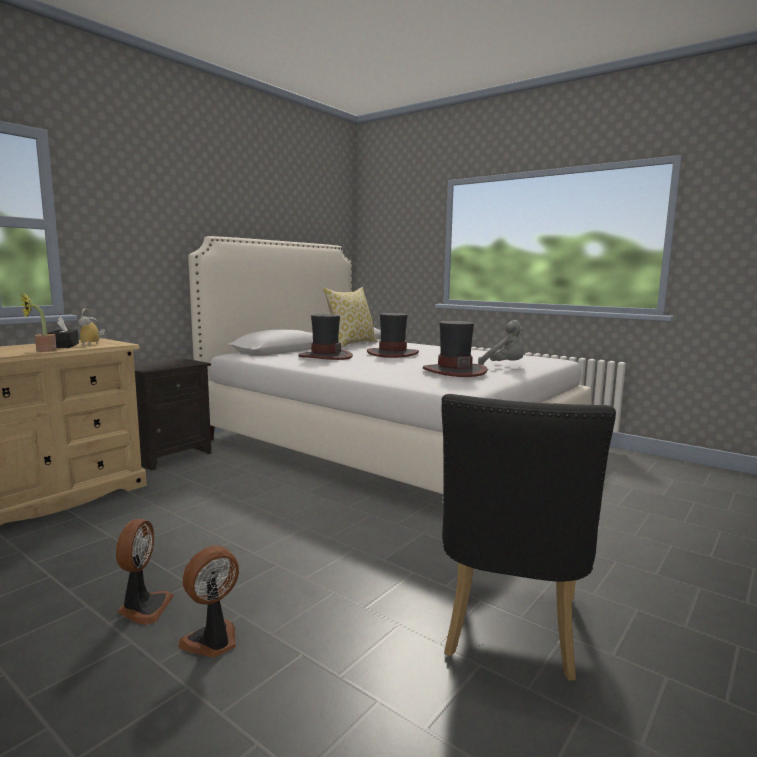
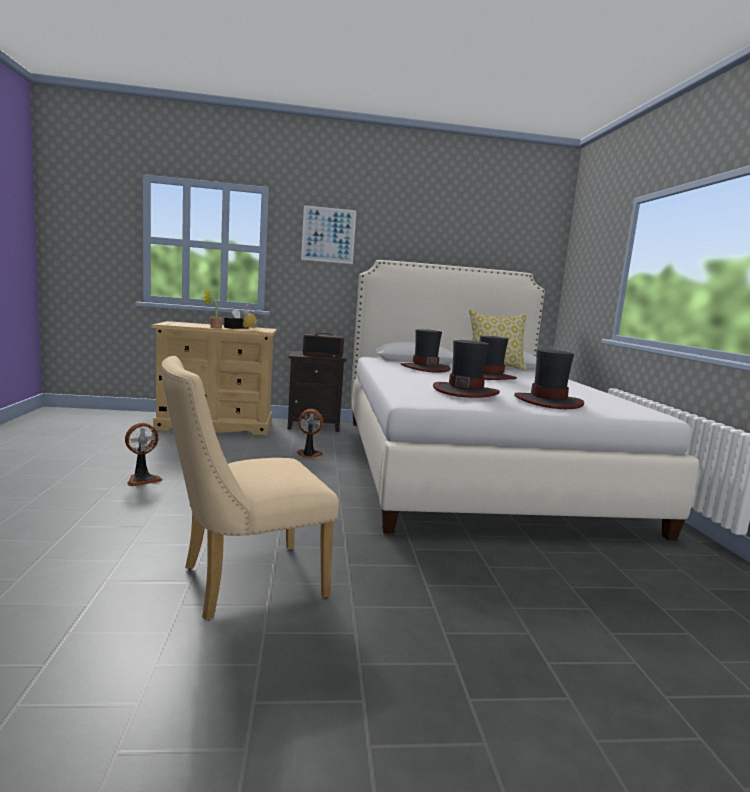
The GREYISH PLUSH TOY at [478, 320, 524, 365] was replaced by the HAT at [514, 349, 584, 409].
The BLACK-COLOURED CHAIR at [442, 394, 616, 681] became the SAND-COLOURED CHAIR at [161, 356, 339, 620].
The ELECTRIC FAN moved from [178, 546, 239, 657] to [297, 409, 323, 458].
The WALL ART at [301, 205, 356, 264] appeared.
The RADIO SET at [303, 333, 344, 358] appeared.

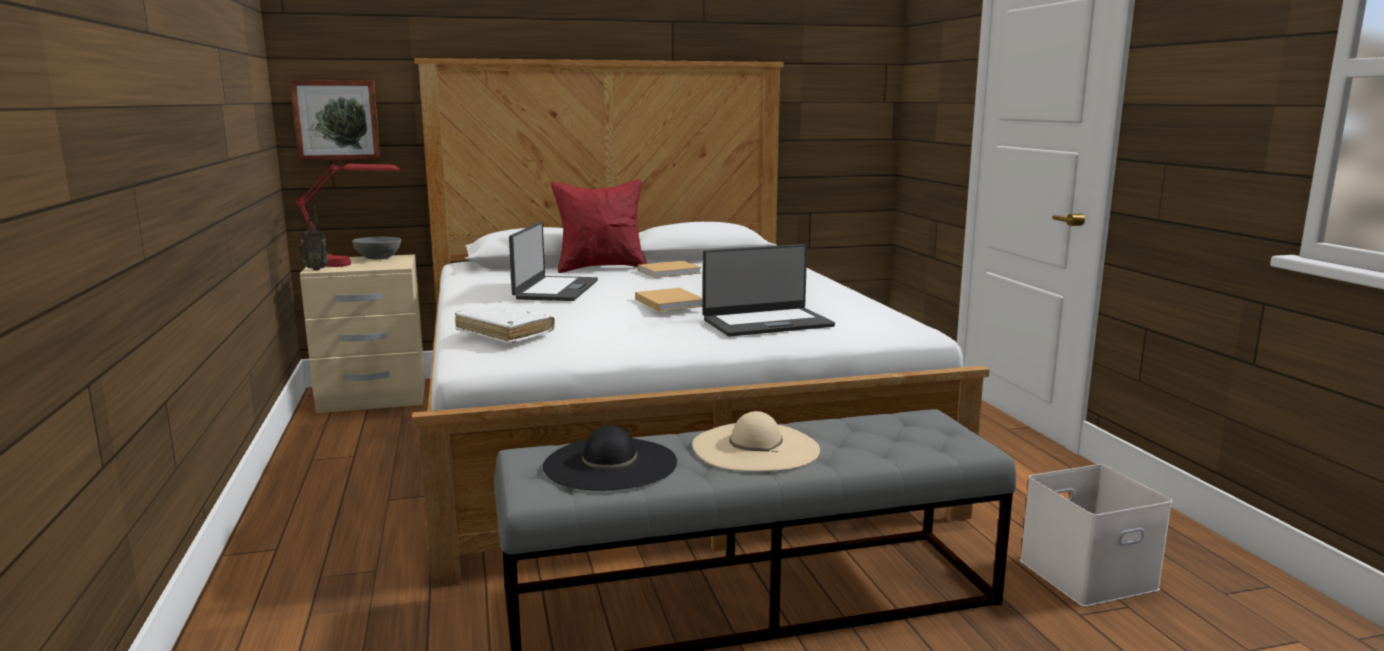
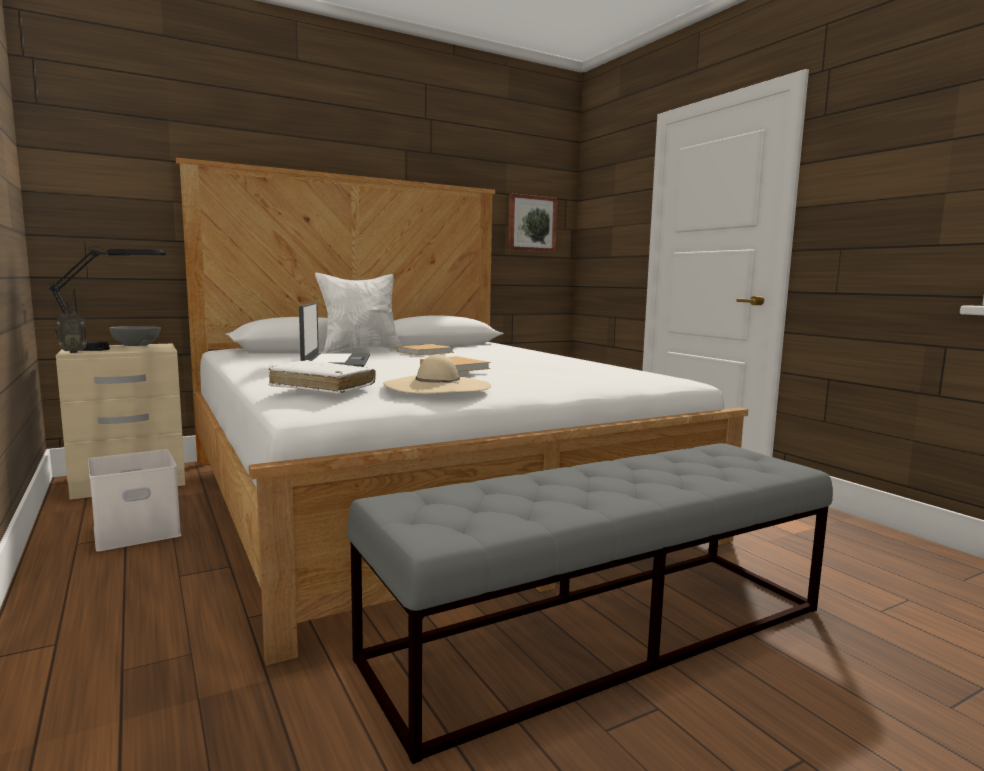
The WALL ART moved from [290, 80, 380, 160] to [508, 193, 557, 252].
The RED-COLOURED TABLETOP LAMP at [296, 161, 401, 267] became the BLACK-COLOURED TABLETOP LAMP at [48, 247, 168, 351].
The RED-COLOURED THROW PILLOW at [551, 179, 648, 273] became the WHITE-COLOURED THROW PILLOW at [315, 272, 402, 353].
The PORTABLE COMPUTER at [702, 244, 835, 337] disappeared.
The SAND-COLOURED HAT moved from [692, 411, 820, 471] to [383, 354, 491, 394].
The BLACK-COLOURED HAT at [543, 425, 677, 491] disappeared.
The WHITE-COLOURED STORAGE BIN moved from [1020, 464, 1172, 607] to [88, 449, 181, 552].

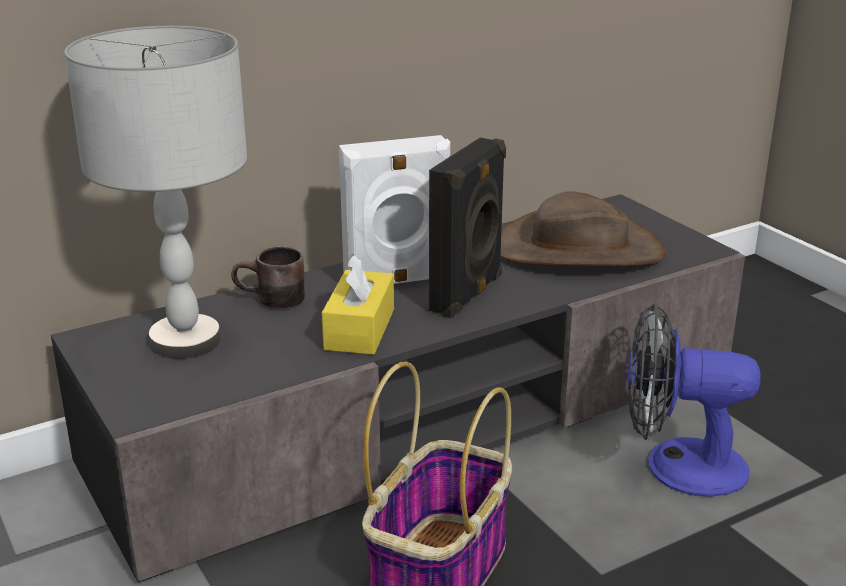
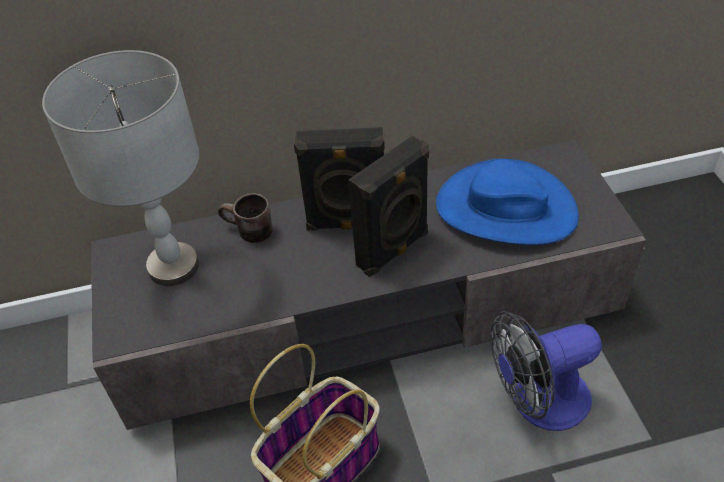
The WHITE-COLOURED LOUDSPEAKER at [339, 135, 450, 284] became the BLACK-COLOURED LOUDSPEAKER at [294, 127, 385, 231].
The BROWN HAT at [500, 191, 666, 266] became the BLUE HAT at [436, 159, 579, 245].
The YELLOW TISSUE HOLDER at [322, 253, 394, 355] disappeared.
The ELECTRIC FAN at [628, 304, 761, 497] turned 45 degrees counterclockwise.

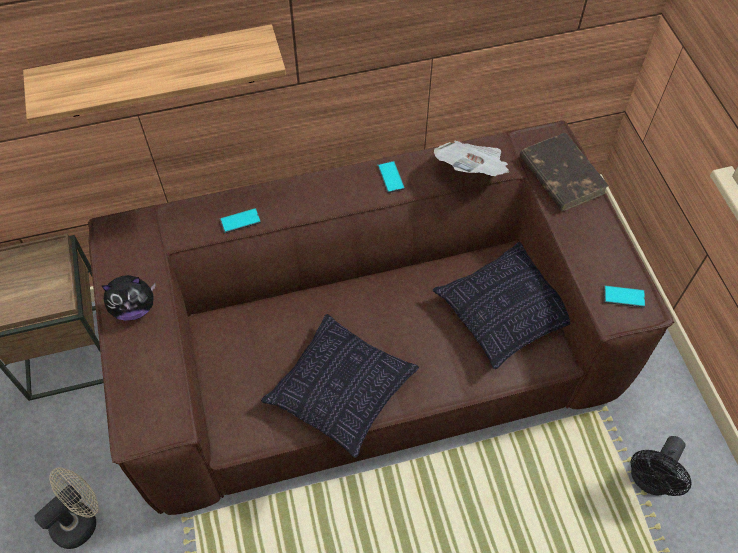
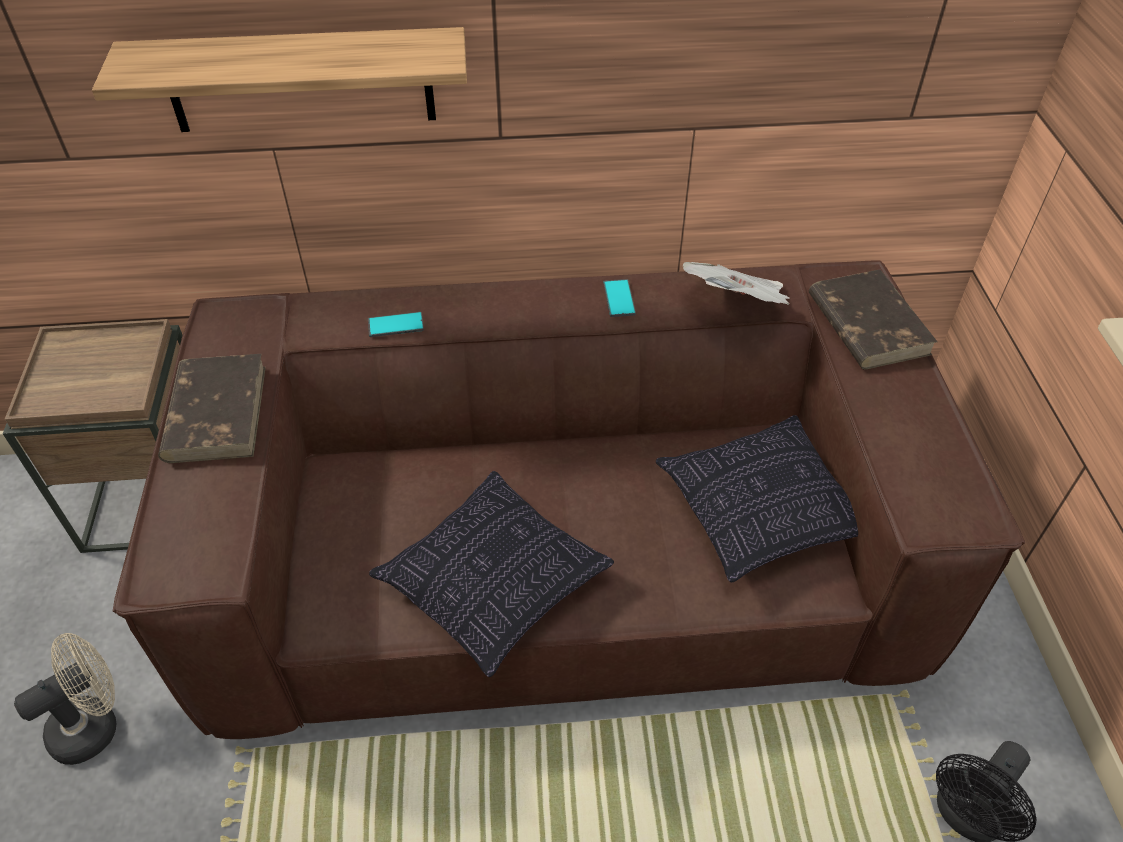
The PLUSH TOY at [102, 275, 156, 321] was replaced by the BROWN VOLUME at [158, 354, 266, 463].
The TELEPHONE at [604, 285, 645, 308] disappeared.

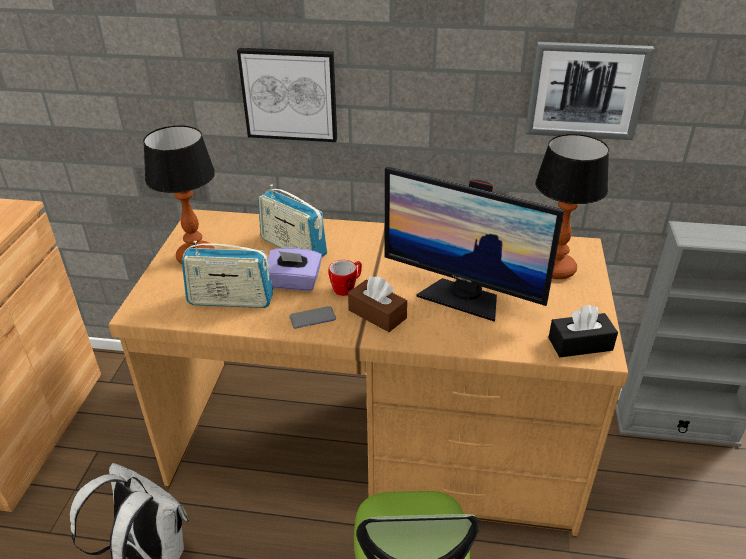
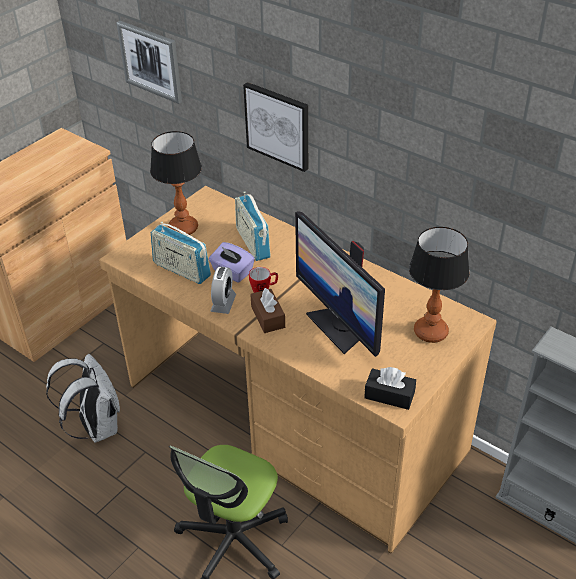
The WALL ART moved from [525, 42, 654, 140] to [116, 21, 182, 104].
The TELEPHONE at [289, 306, 336, 329] was replaced by the ALARM CLOCK at [210, 267, 236, 314].

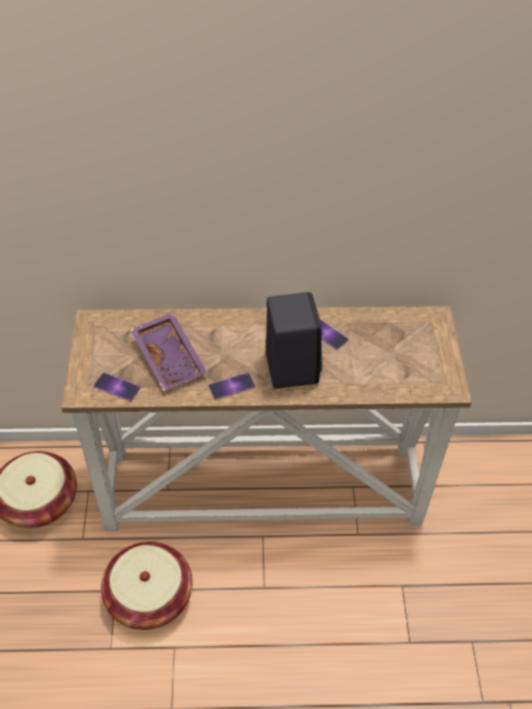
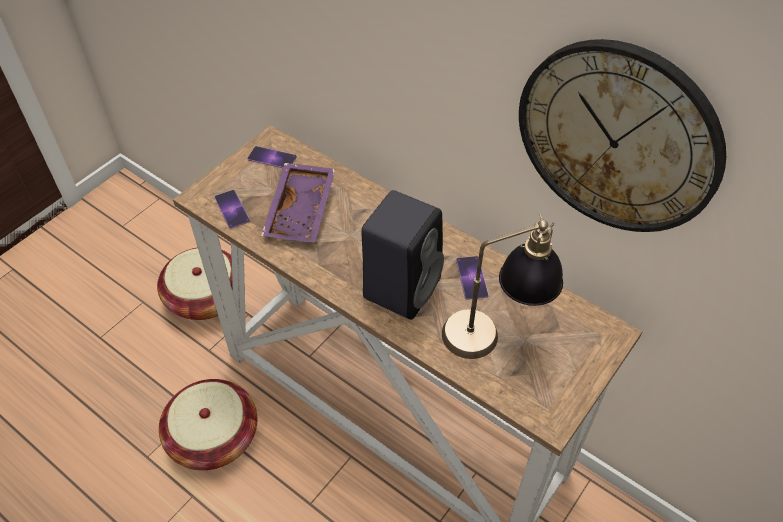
The TELEPHONE moved from [209, 373, 255, 400] to [247, 146, 297, 168].
The CLOCK ON THE WALL at [519, 39, 726, 232] appeared.
The TABLETOP LAMP at [442, 214, 563, 359] appeared.

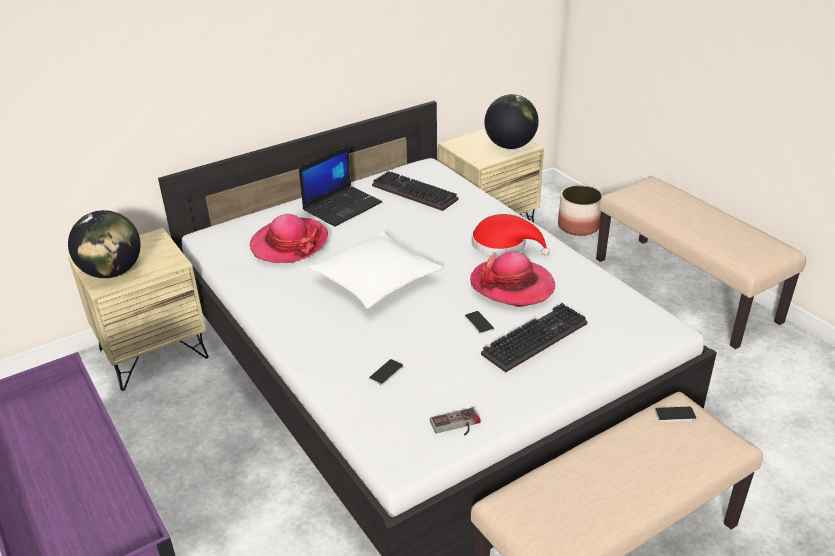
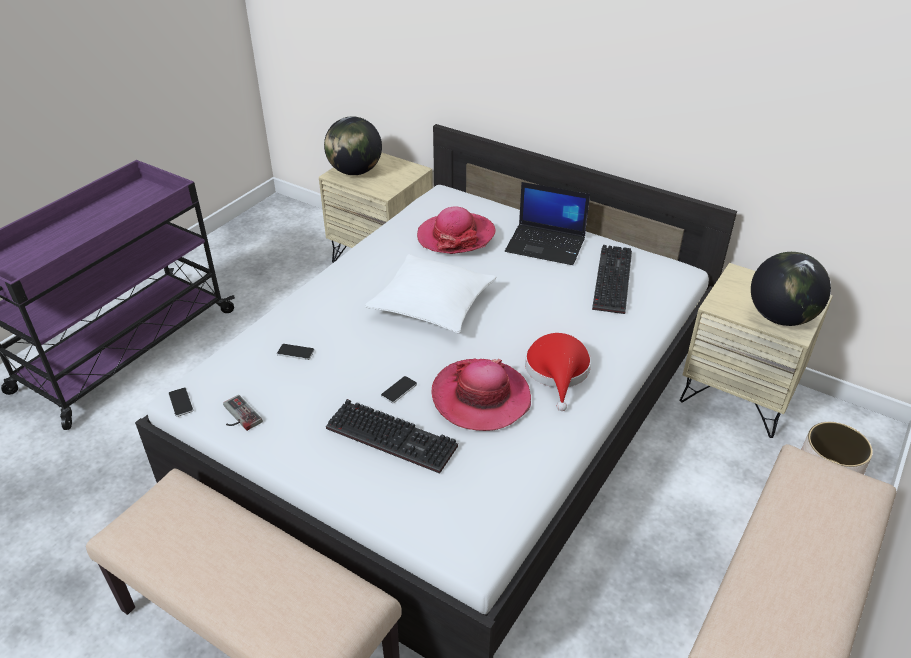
The TELEPHONE moved from [655, 407, 696, 422] to [168, 388, 193, 417].

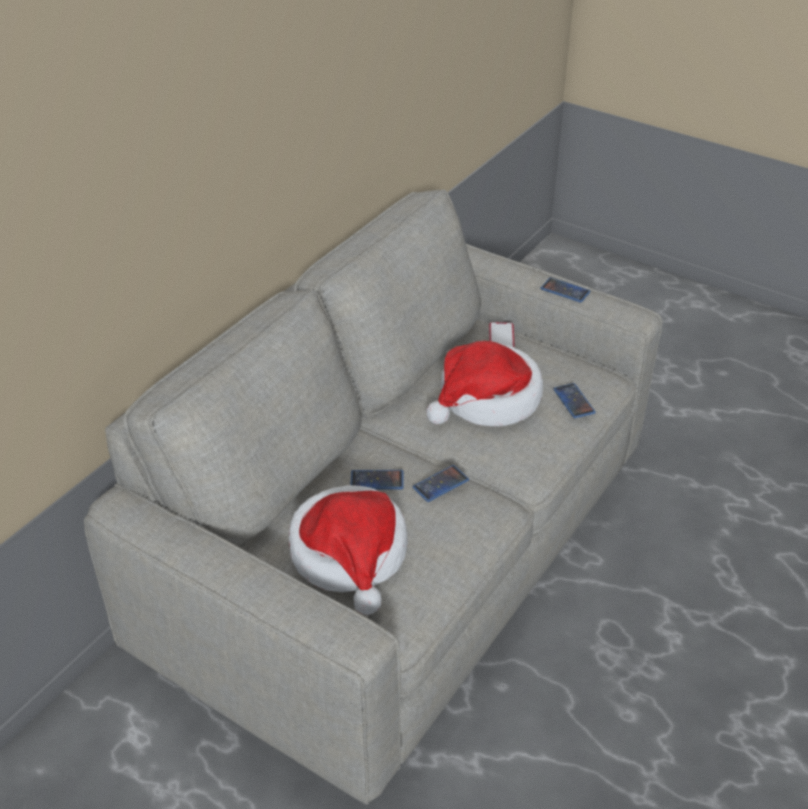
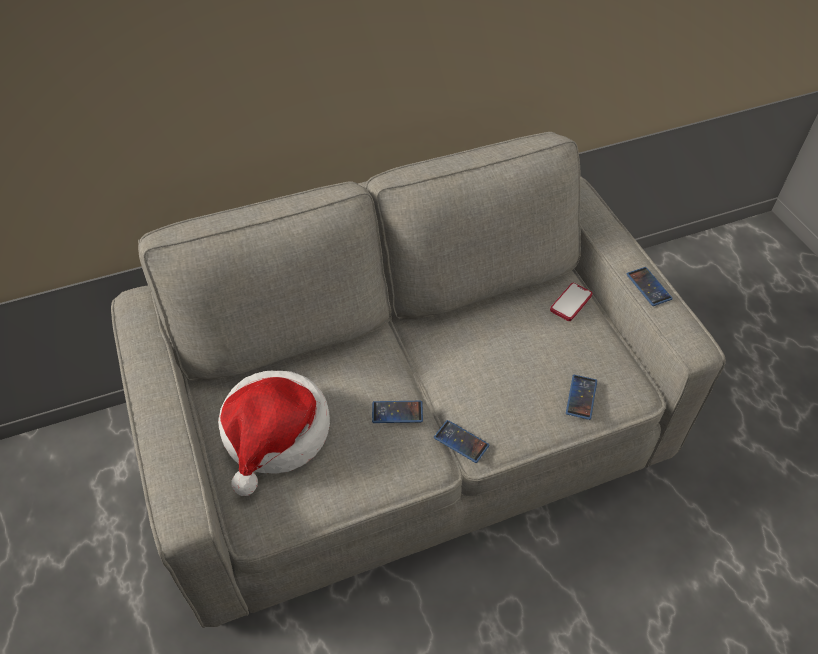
The HAT at [426, 341, 543, 426] disappeared.
The TELEPHONE moved from [350, 470, 404, 489] to [434, 420, 490, 463].

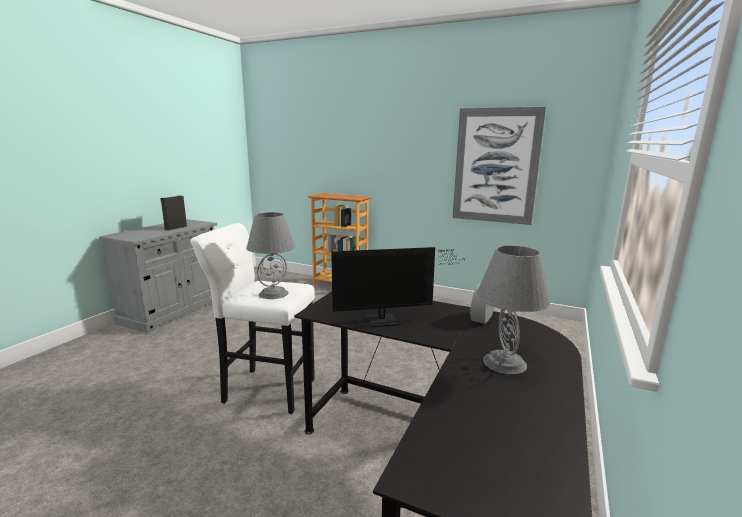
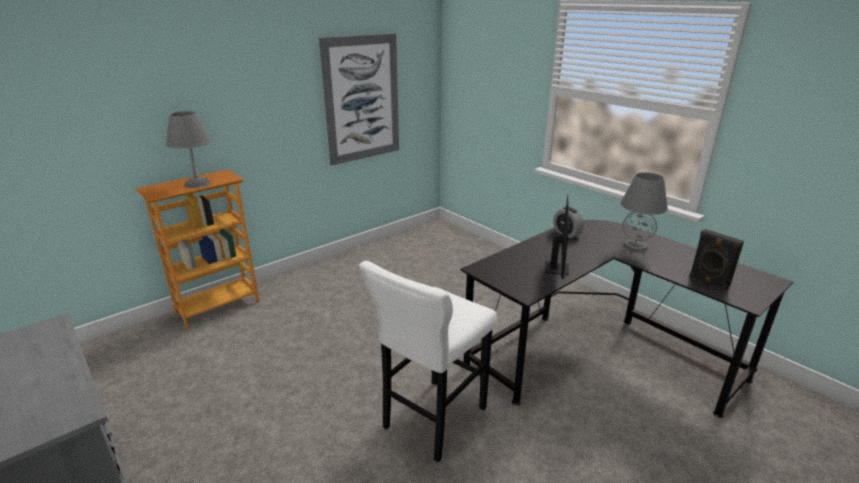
The BLACK-COLOURED LOUDSPEAKER moved from [160, 195, 187, 230] to [689, 229, 744, 290].
The GREYISH TABLETOP LAMP moved from [246, 212, 295, 299] to [166, 111, 211, 188].

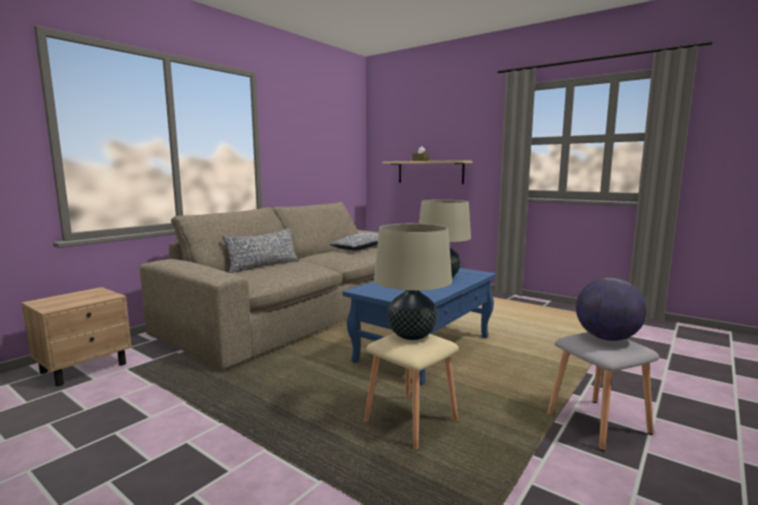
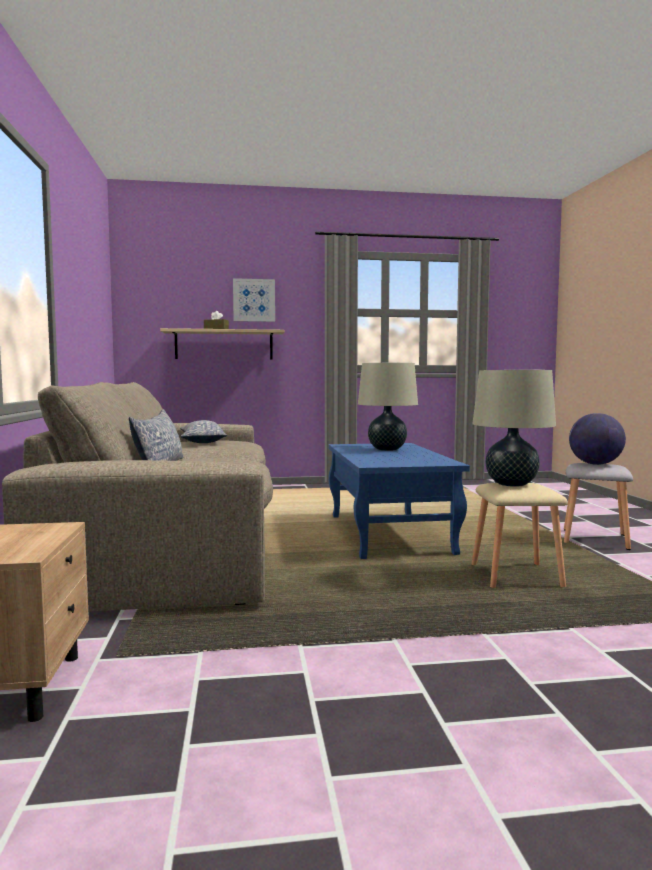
The WALL ART at [233, 278, 275, 322] appeared.

